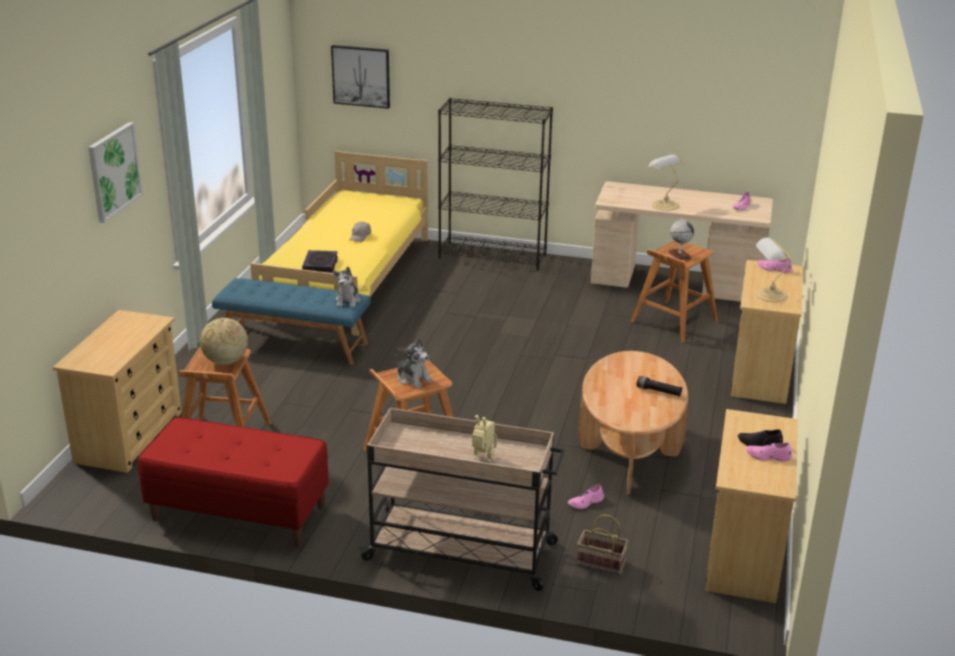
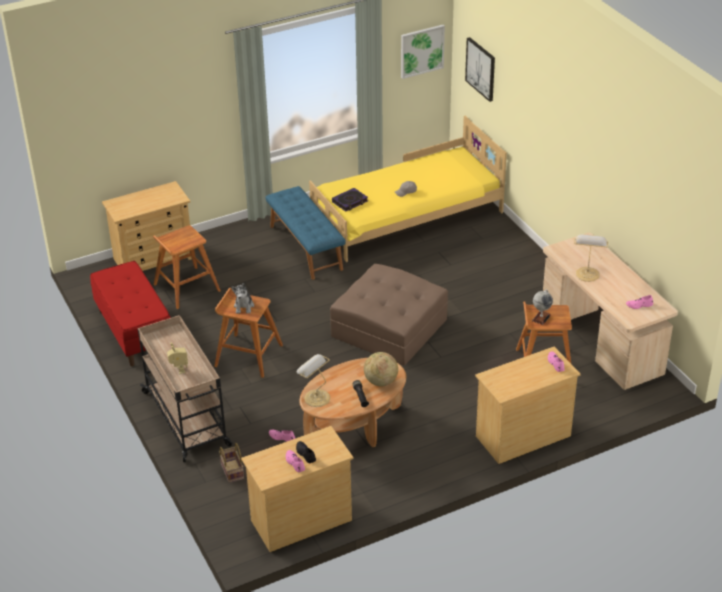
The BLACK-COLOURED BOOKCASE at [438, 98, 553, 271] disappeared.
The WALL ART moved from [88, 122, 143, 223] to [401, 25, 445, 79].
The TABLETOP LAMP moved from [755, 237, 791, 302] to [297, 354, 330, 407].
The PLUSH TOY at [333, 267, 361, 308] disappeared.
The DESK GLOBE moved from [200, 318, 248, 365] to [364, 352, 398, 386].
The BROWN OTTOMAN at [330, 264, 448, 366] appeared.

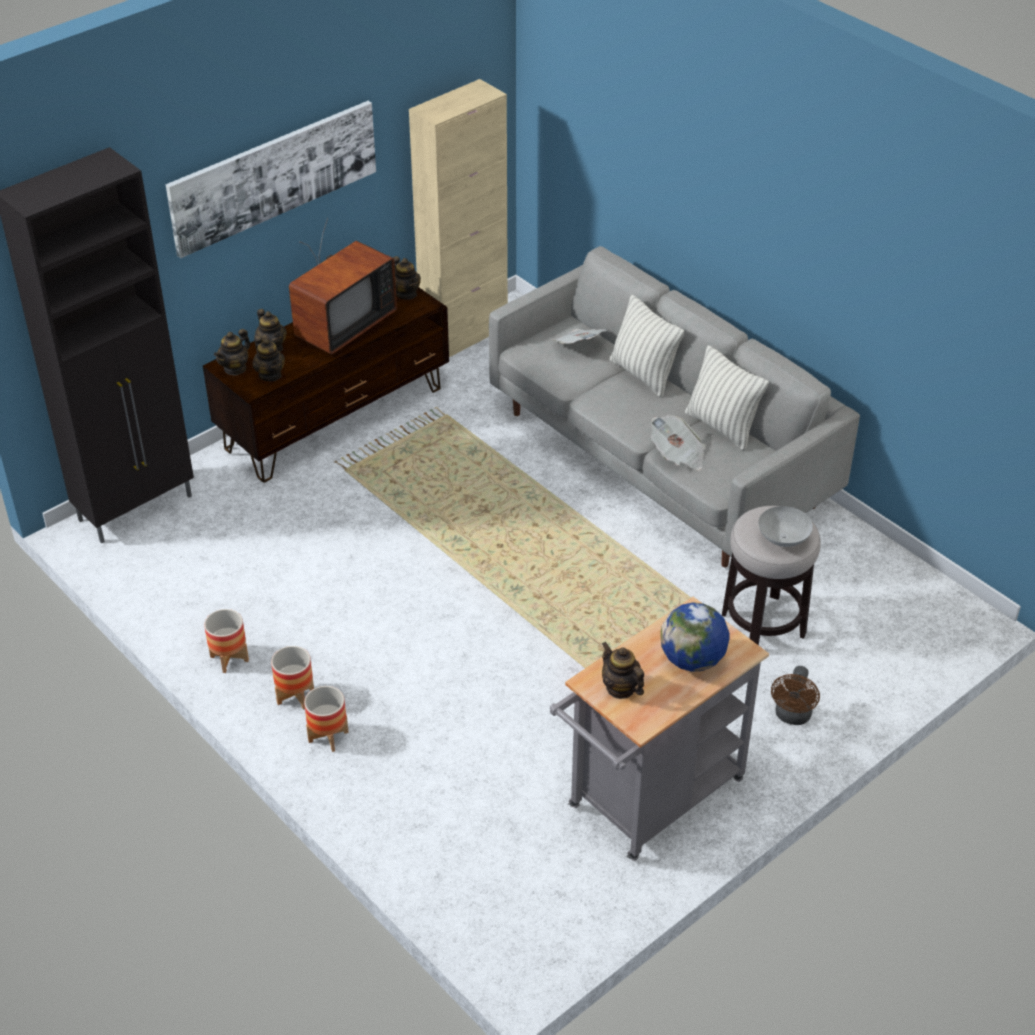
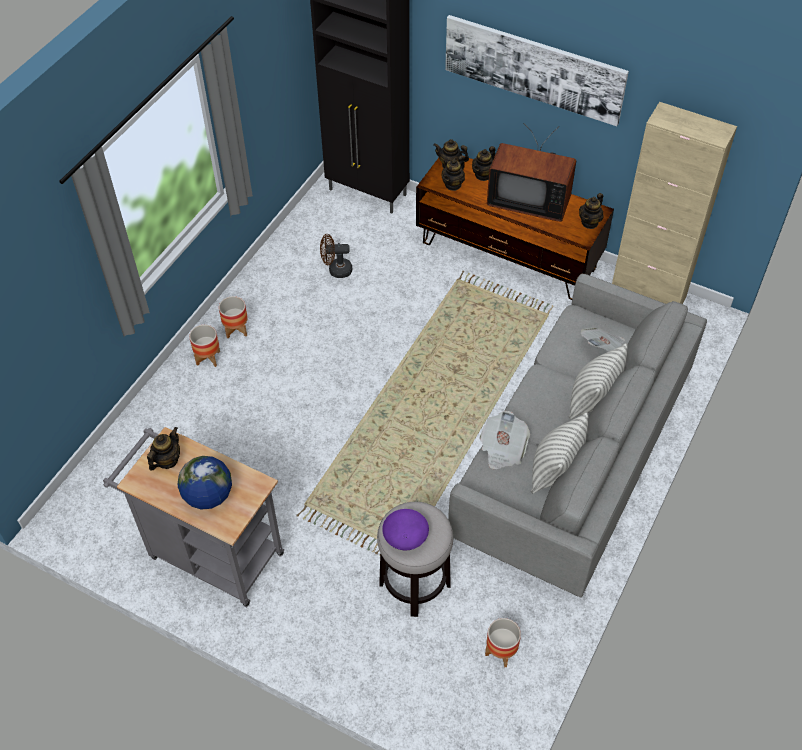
The GREYISH SERVING BOWL at [758, 506, 813, 547] became the PURPLE SERVING BOWL at [382, 509, 429, 550].
The PLANT POT moved from [204, 609, 249, 673] to [485, 618, 521, 668].
The BROWN ELECTRIC FAN moved from [771, 666, 820, 725] to [320, 234, 352, 278].

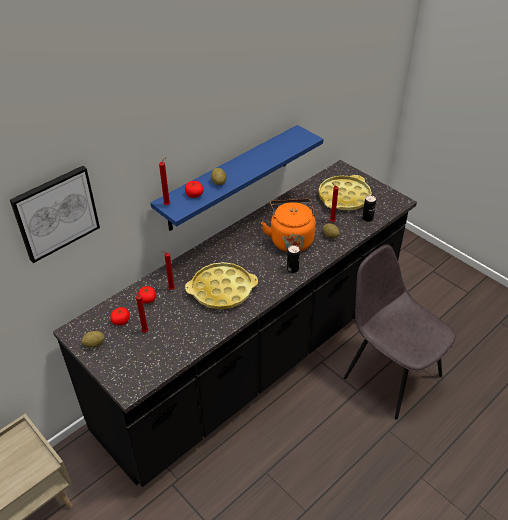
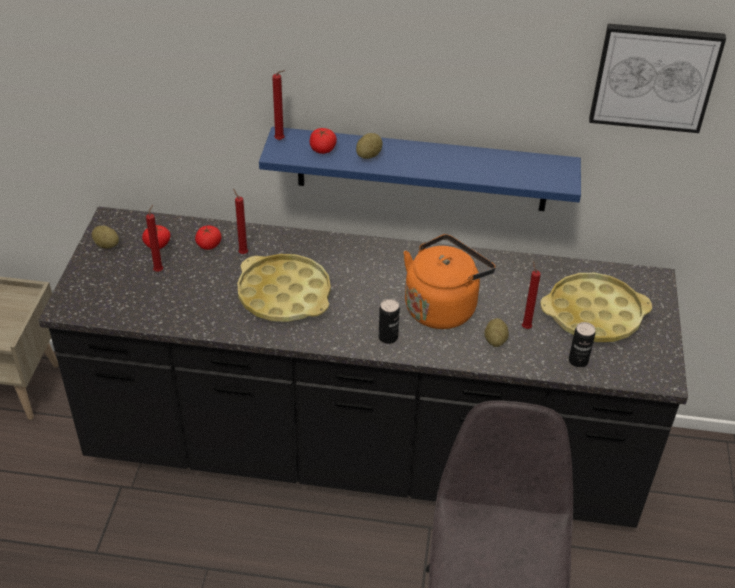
The WALL ART moved from [10, 166, 100, 263] to [589, 23, 726, 133].

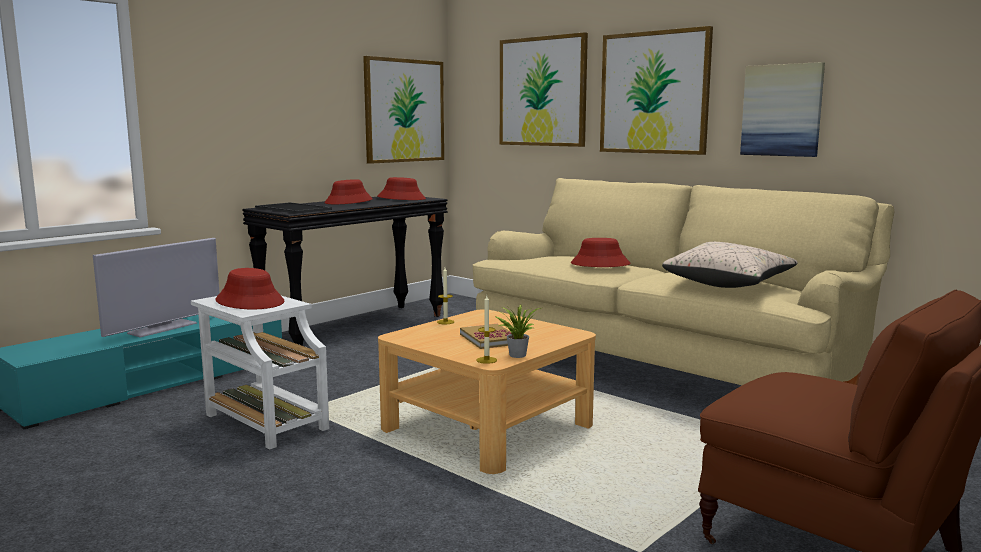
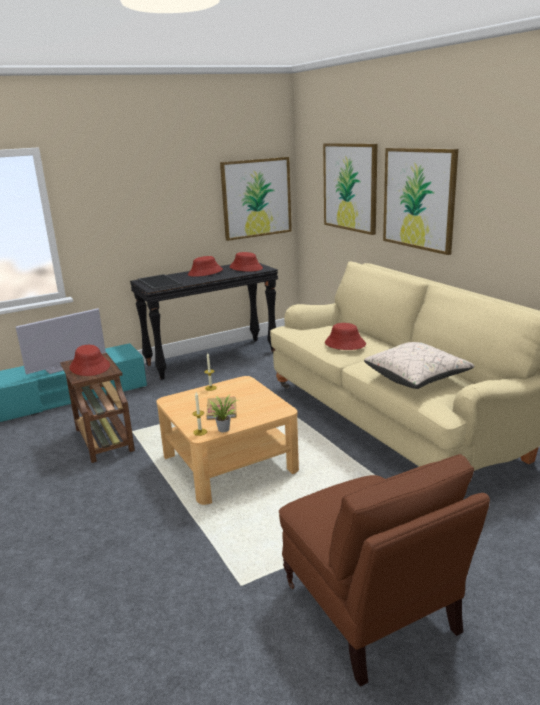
The WALL ART at [740, 62, 825, 157] disappeared.
The WHITE-COLOURED END TABLE at [191, 296, 329, 450] became the BROWN END TABLE at [60, 353, 135, 463].

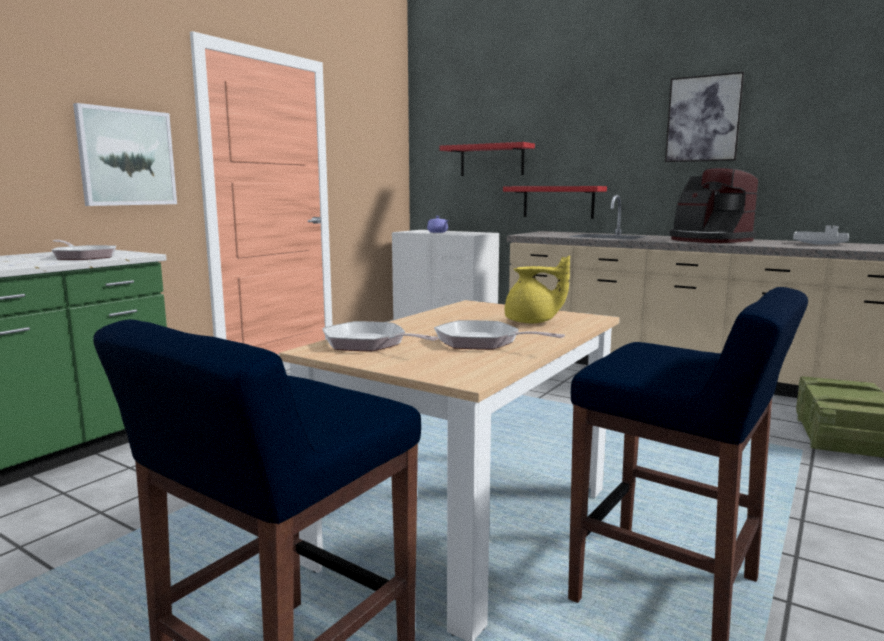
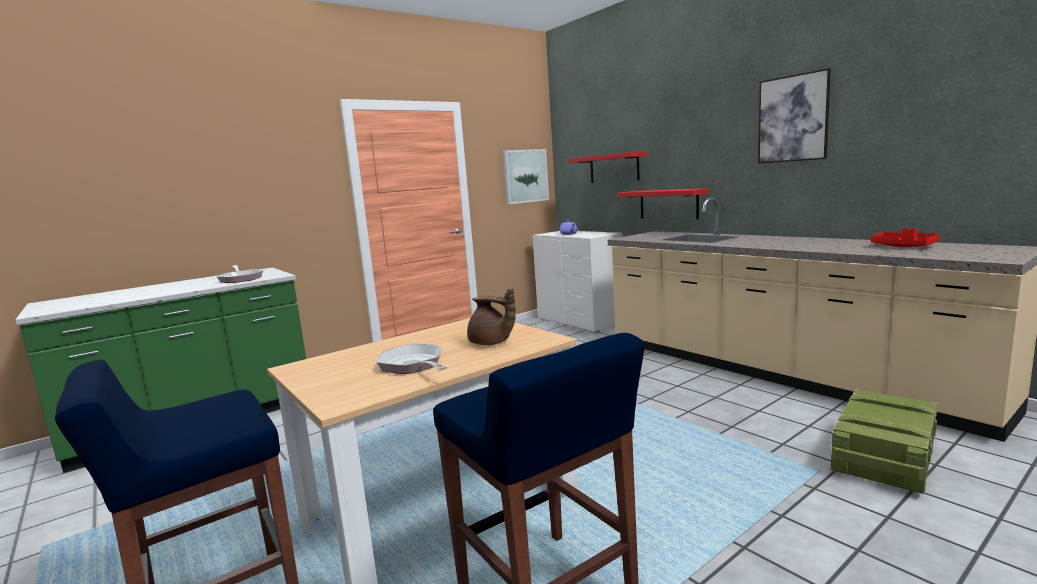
The WALL ART moved from [73, 103, 177, 206] to [503, 149, 549, 204].
The COFFEE MACHINE at [669, 168, 758, 243] disappeared.
The GREYISH TRAY at [793, 225, 849, 245] became the RED-COLOURED TRAY at [871, 228, 940, 247].
The YELLOW POT FOR TEA at [505, 256, 570, 323] became the BROWN POT FOR TEA at [467, 288, 516, 345].
The SKILLET at [323, 321, 439, 351] disappeared.

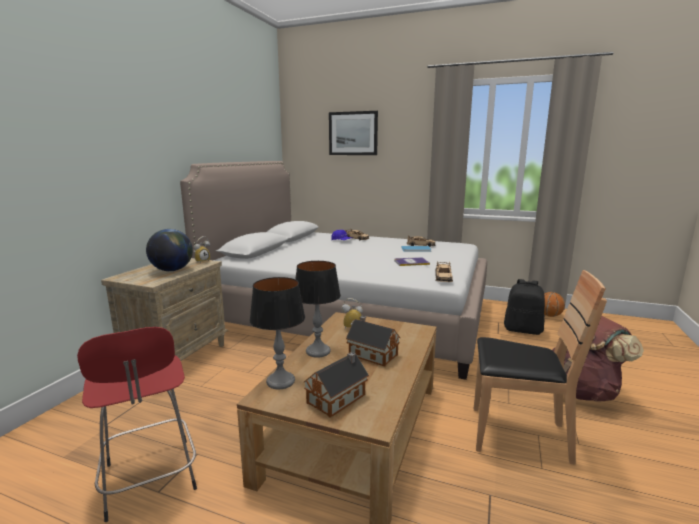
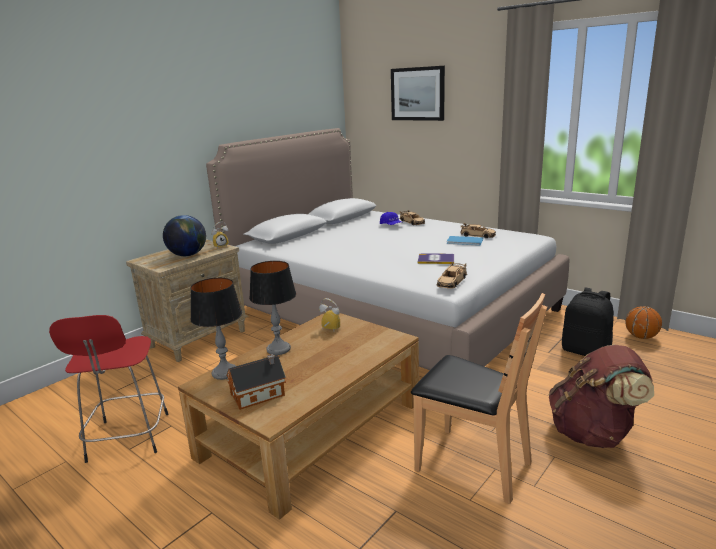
The MINIATURE HOUSE at [346, 316, 400, 367] disappeared.

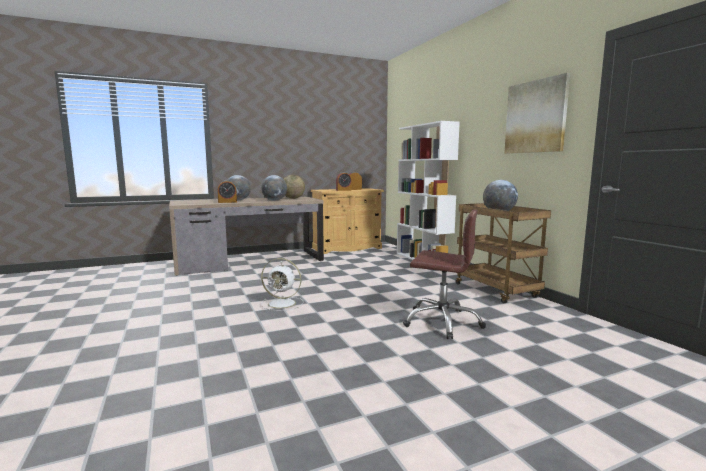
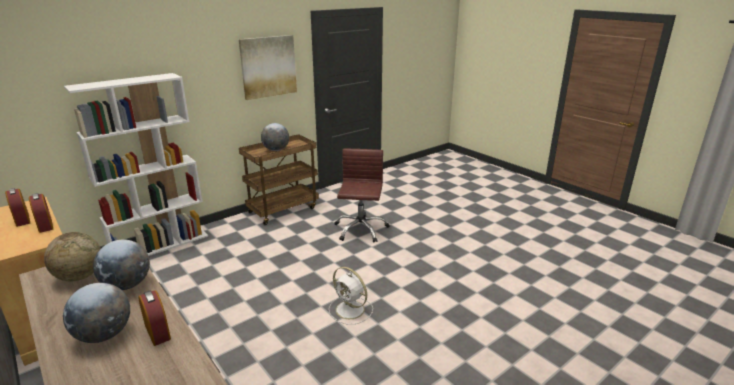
The WHITE-COLOURED ELECTRIC FAN at [261, 258, 303, 311] turned 135 degrees clockwise.

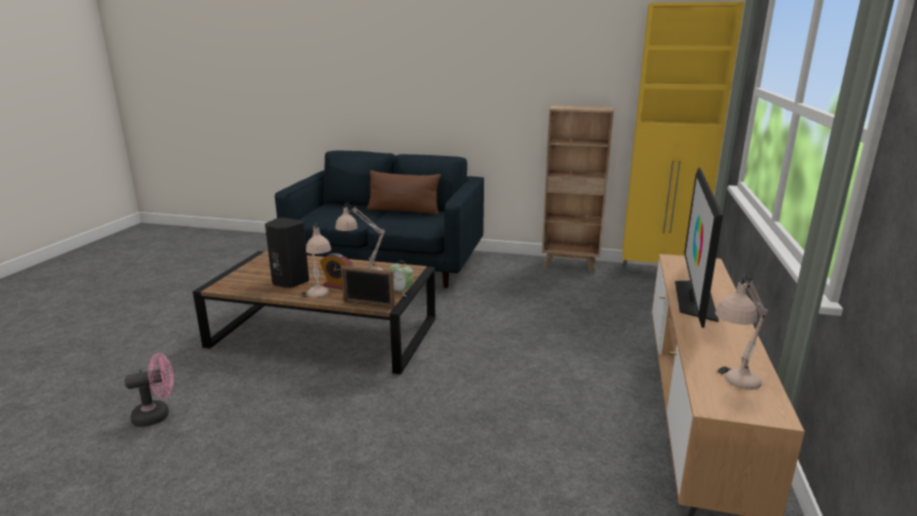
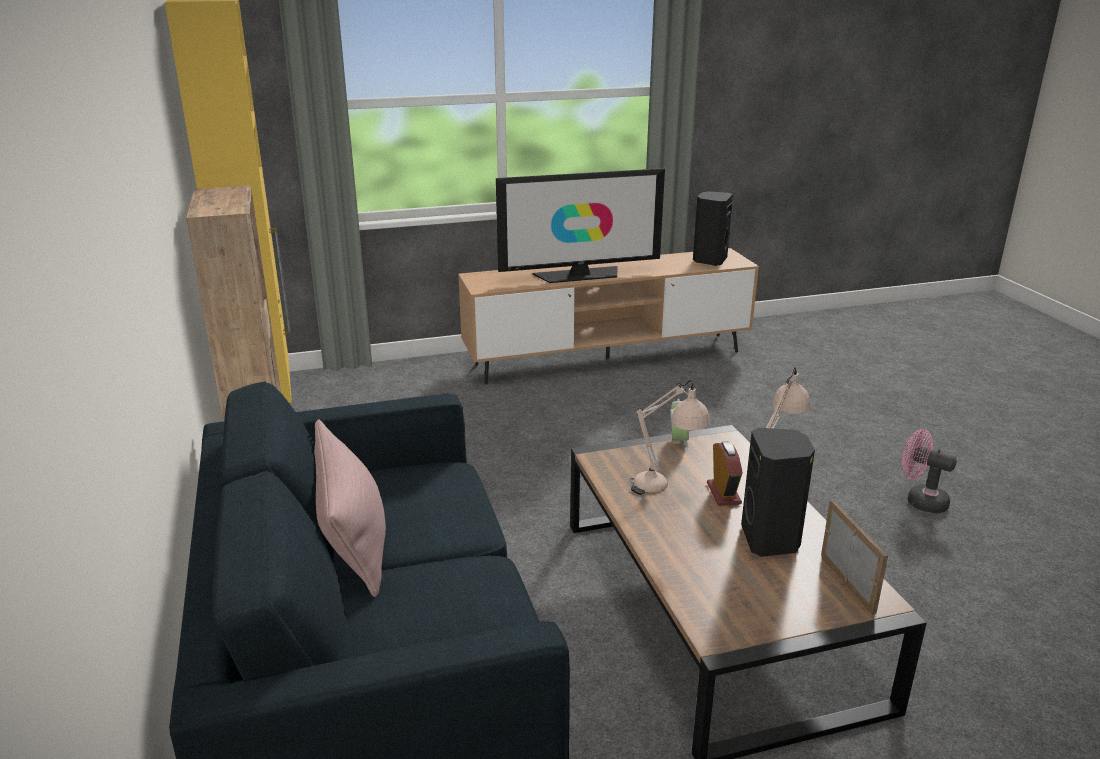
The BROWN THROW PILLOW at [367, 170, 441, 215] became the PINKISH THROW PILLOW at [314, 419, 386, 597].
The PICTURE FRAME moved from [341, 266, 395, 308] to [821, 500, 888, 615].
The SAND-COLOURED TABLETOP LAMP at [715, 275, 768, 390] was replaced by the BLACK-COLOURED LOUDSPEAKER at [693, 191, 733, 266].
The PINKISH ELECTRIC FAN moved from [125, 353, 174, 427] to [902, 429, 957, 513].

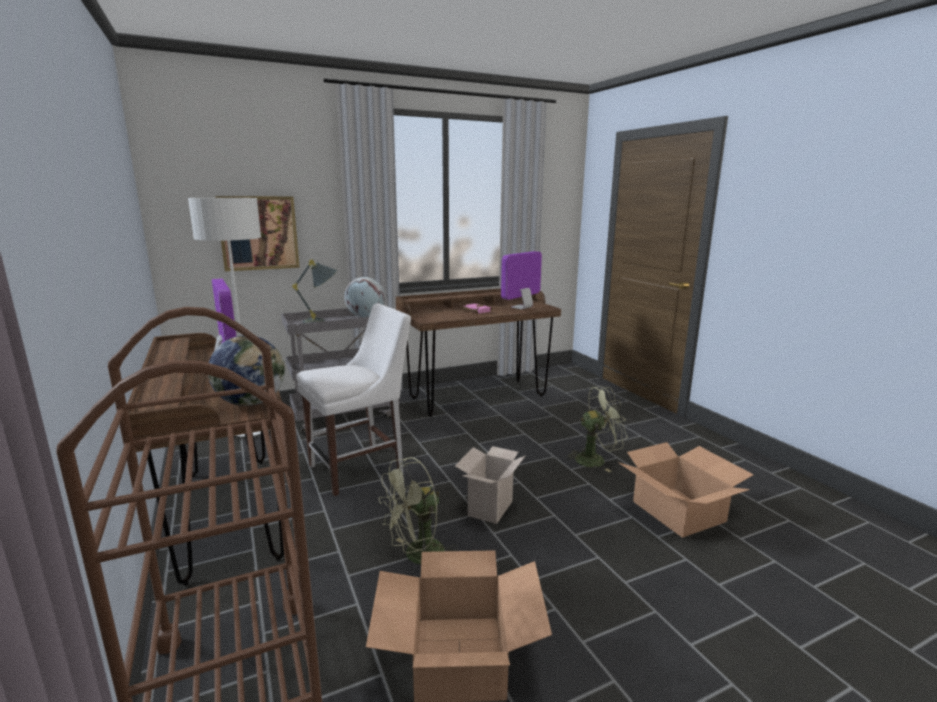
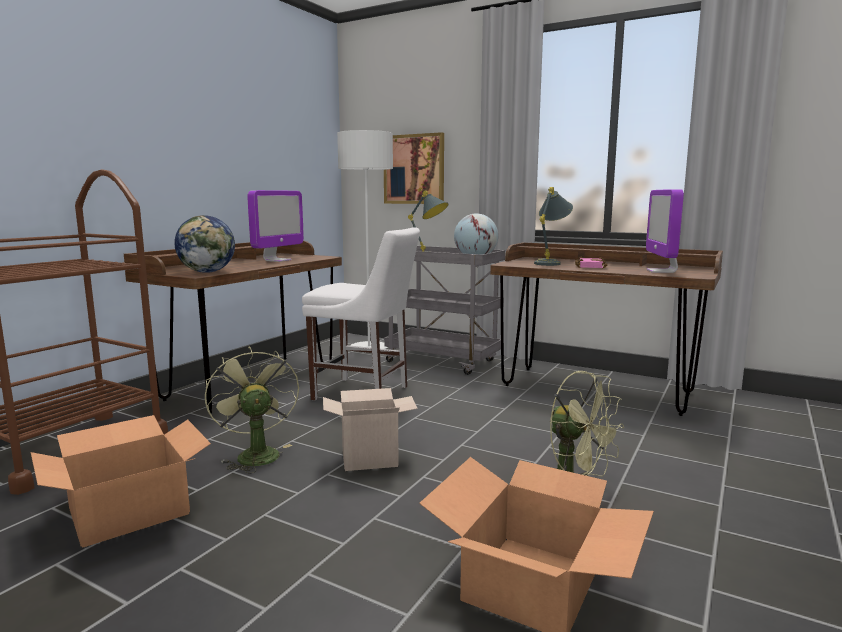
The MONITOR at [501, 251, 542, 309] turned 90 degrees counterclockwise.
The GREEN-COLOURED ELECTRIC FAN at [379, 457, 458, 564] turned 45 degrees clockwise.
The GREYISH TABLETOP LAMP at [534, 187, 573, 266] appeared.

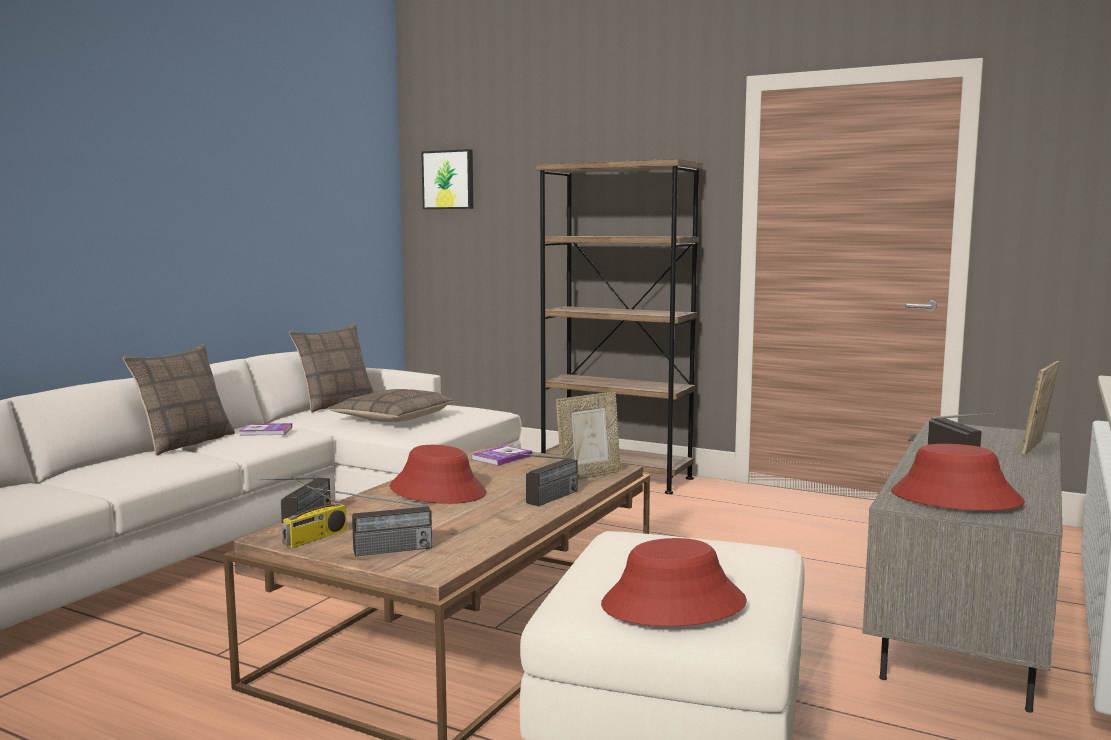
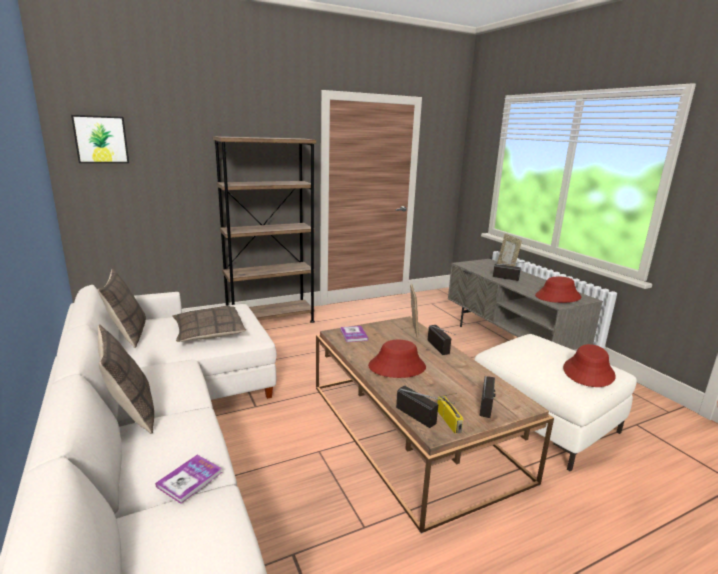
The VOLUME moved from [239, 423, 292, 436] to [155, 455, 222, 504].

